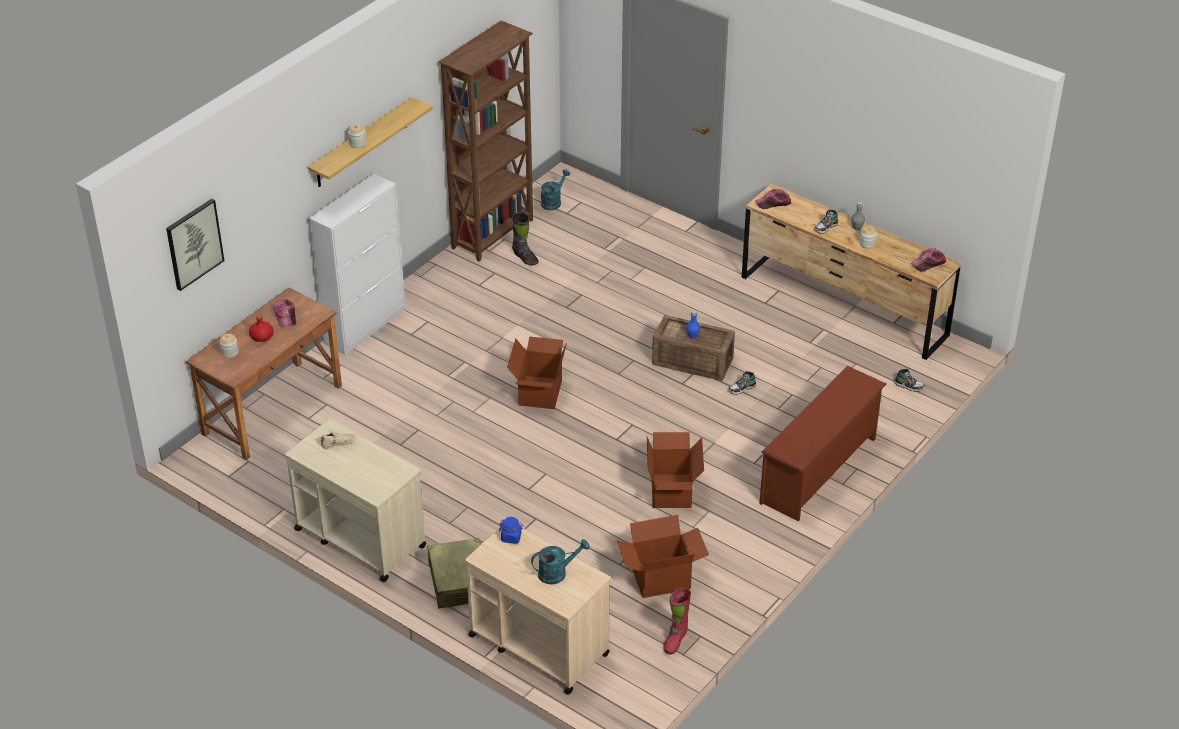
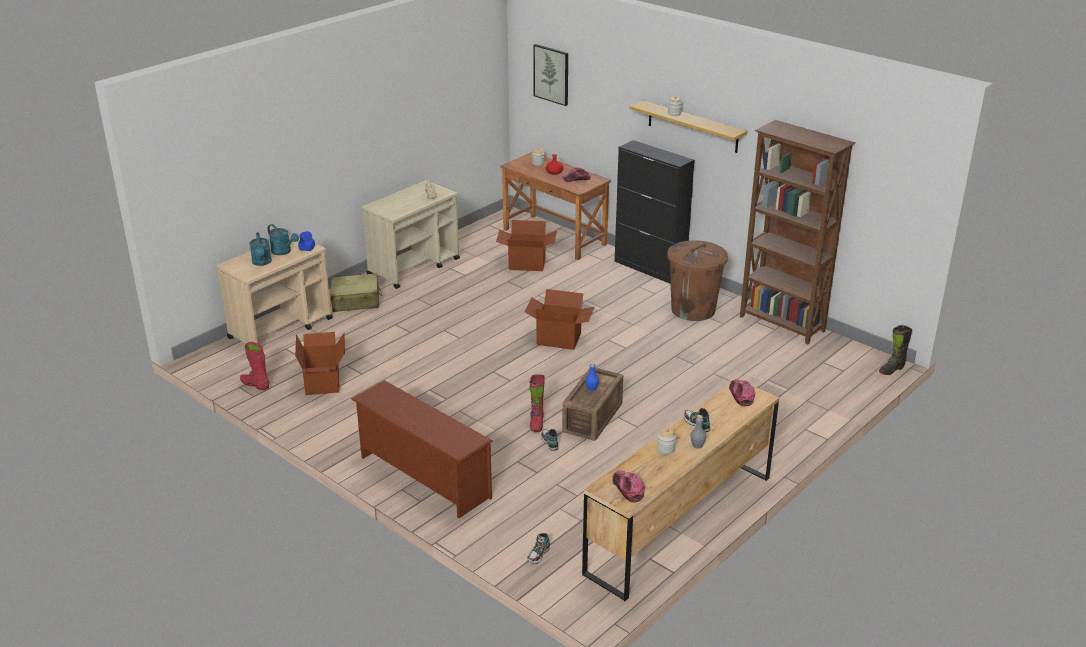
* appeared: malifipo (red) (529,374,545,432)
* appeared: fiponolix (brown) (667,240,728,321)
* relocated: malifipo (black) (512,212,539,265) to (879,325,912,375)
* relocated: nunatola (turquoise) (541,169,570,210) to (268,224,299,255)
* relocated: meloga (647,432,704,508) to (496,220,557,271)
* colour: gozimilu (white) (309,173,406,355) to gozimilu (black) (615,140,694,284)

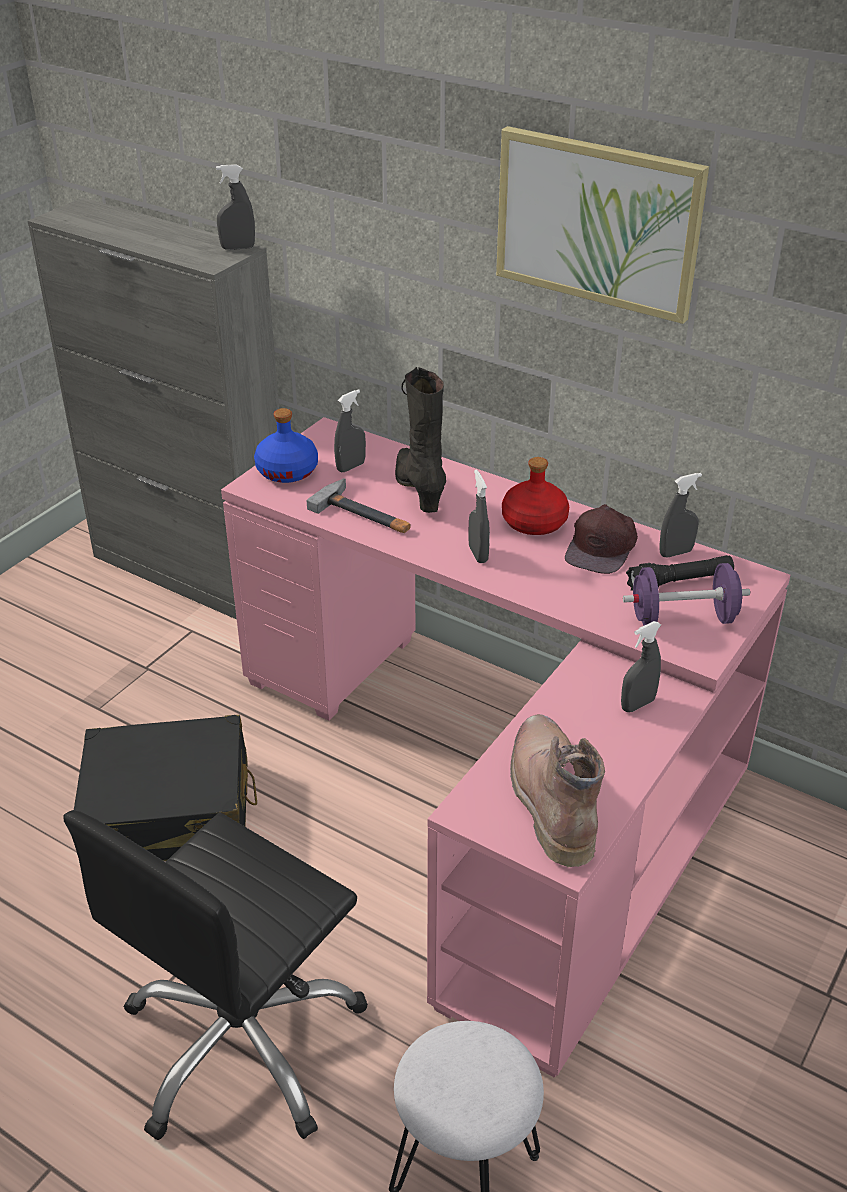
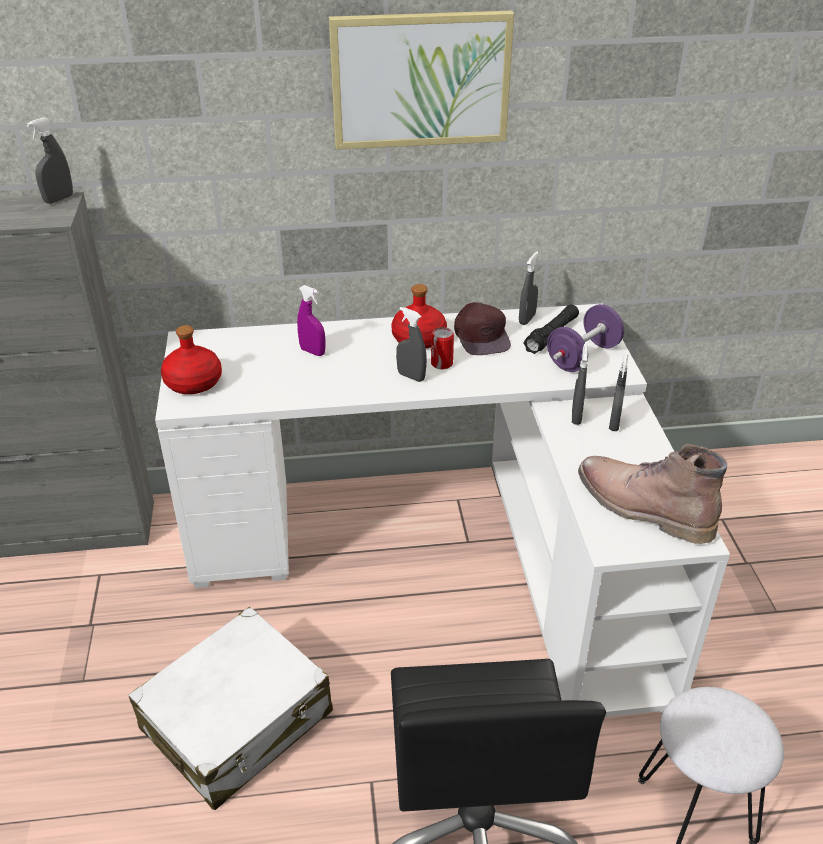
* missing: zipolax (307,478,411,533)
* appeared: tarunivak (431,327,454,369)
* relocated: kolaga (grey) (334,389,366,472) to (572,344,588,425)
* exchanged: malifipo (black) (395,367,446,513) to kolaga (purple) (297,285,325,356)
* colour: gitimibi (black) (74,715,257,861) to gitimibi (white) (128,607,333,810)
* colour: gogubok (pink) (221,417,790,1078) to gogubok (white) (155,304,730,717)
* colour: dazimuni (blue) (254,408,318,483) to dazimuni (red) (161,325,222,394)

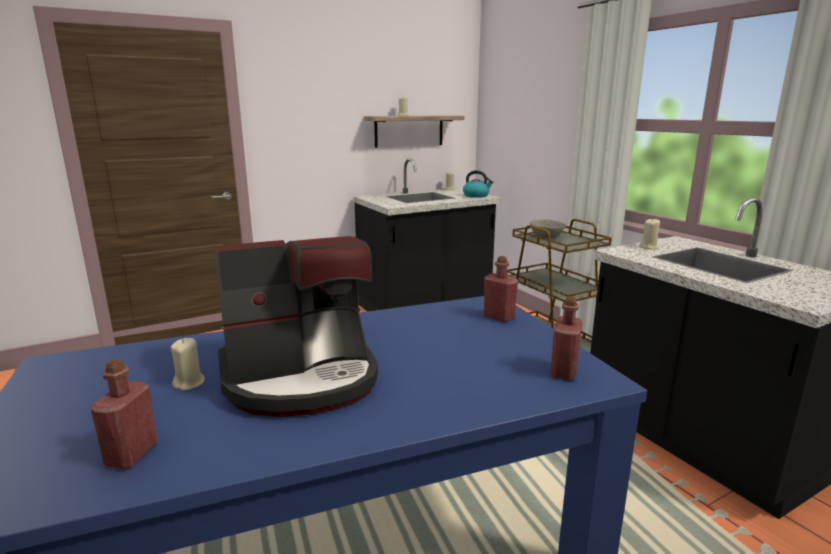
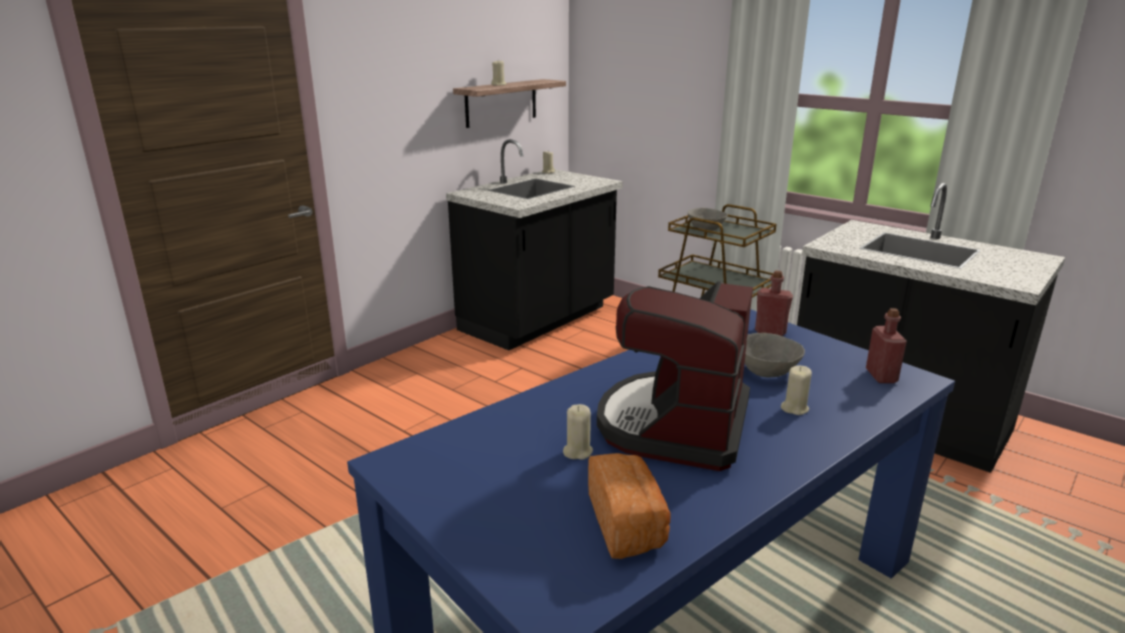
* missing: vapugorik (463,170,493,198)
* appeared: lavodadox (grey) (744,333,805,377)
* relocated: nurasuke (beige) (639,218,660,249) to (781,365,812,415)
* exchanged: dazimuni (red) (90,359,158,469) to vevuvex (588,453,671,559)
* spun: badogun (214,236,378,417) = (597,281,753,471) 150 degrees clockwise

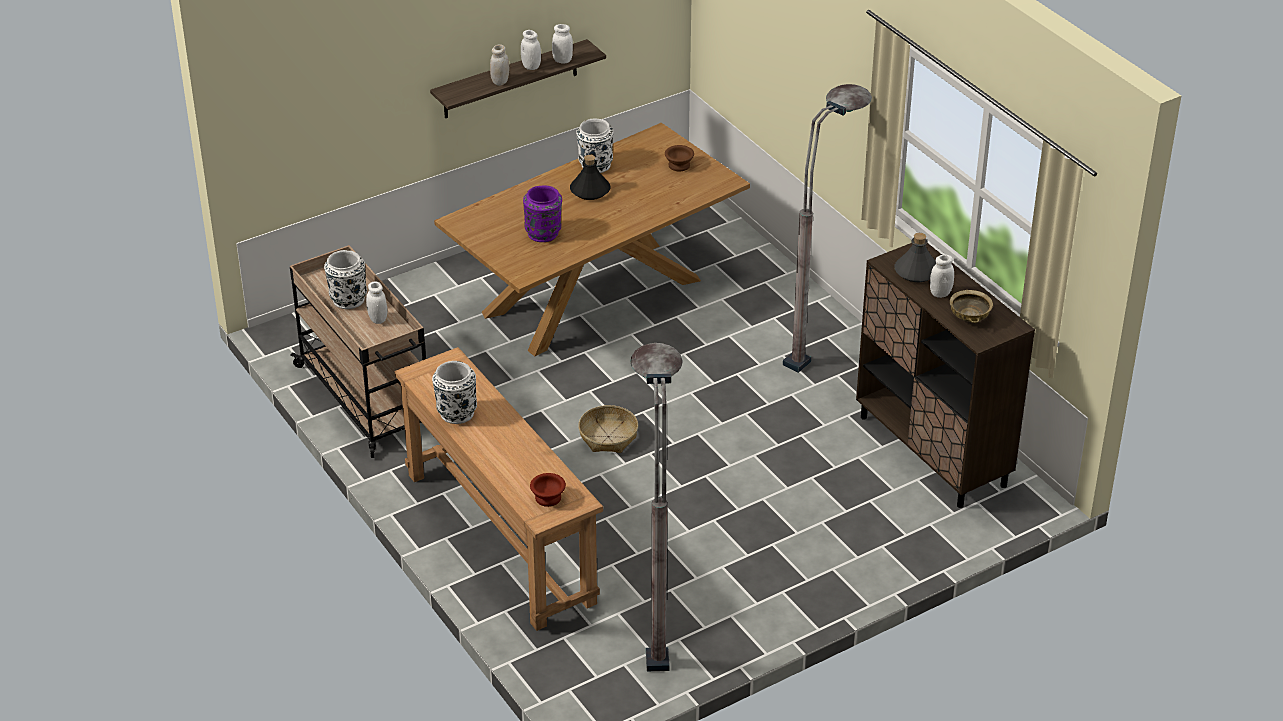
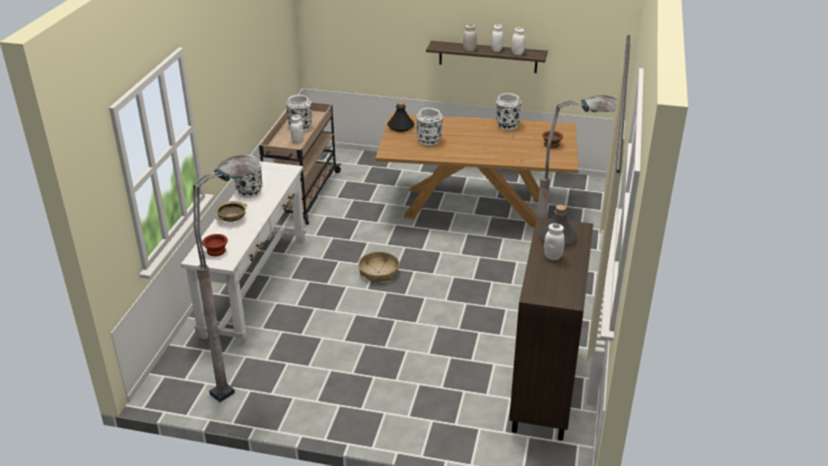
* relocated: dazimuni (black) (570,155,610,200) to (387,101,414,132)
* relocated: lavodadox (beige) (950,290,993,323) to (216,201,247,222)
* colour: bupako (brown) (394,347,603,631) to bupako (white) (181,161,306,345)
* colour: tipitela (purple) (523,185,562,242) to tipitela (white) (417,108,443,146)

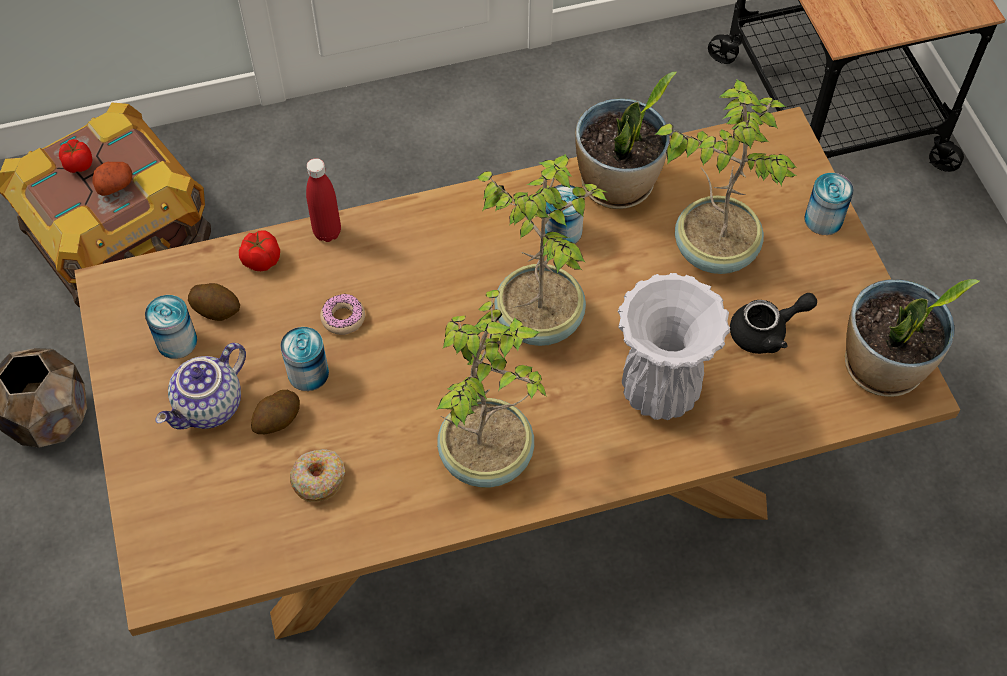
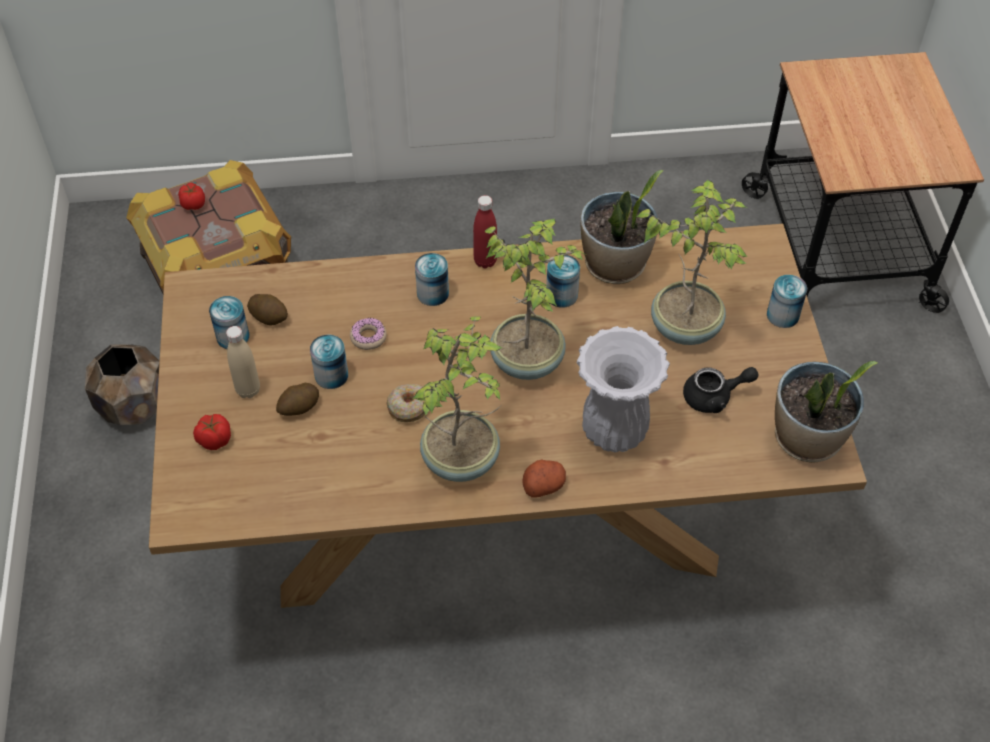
* appeared: tarunivak (415,253,449,306)
* relocated: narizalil (92,162,132,196) to (522,460,566,498)
* relocated: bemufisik (239,230,280,271) to (193,414,231,450)
* relocated: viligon (290,449,345,502) to (386,384,425,422)
* relocated: dazimuni (red) (306,158,341,242) to (473,195,497,268)
* exchanged: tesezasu (155,343,246,430) to dazimuni (beige) (226,326,260,398)

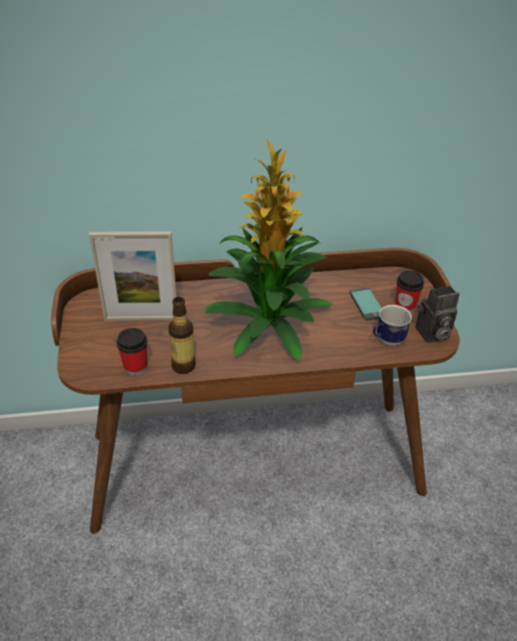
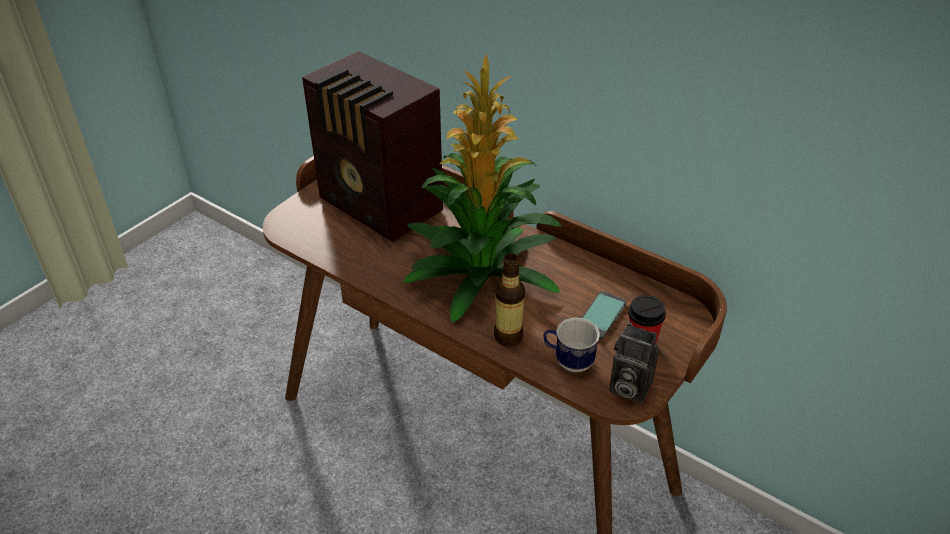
* missing: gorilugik (117,328,147,375)
* relocated: dazimuni (169,297,196,374) to (494,253,525,346)
* exchanged: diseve (89,231,177,321) to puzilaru (302,51,443,242)

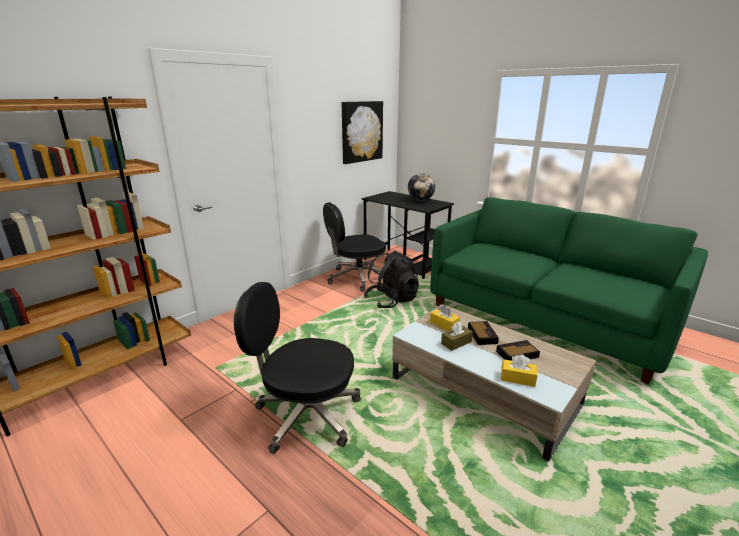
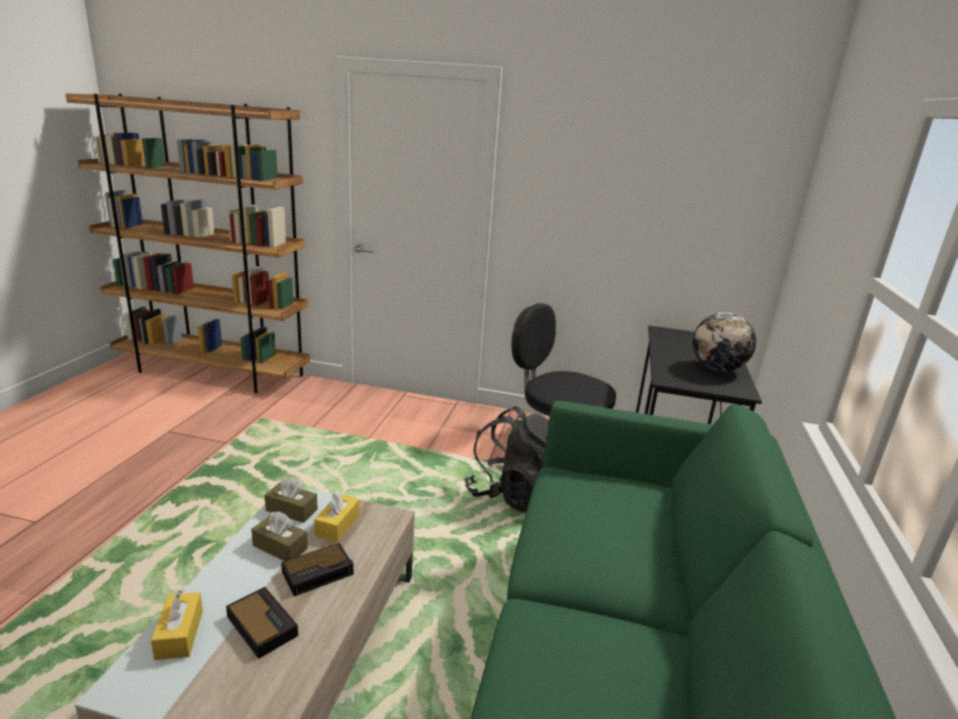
* missing: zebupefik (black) (234,282,361,454)
* missing: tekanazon (342,101,383,164)
* appeared: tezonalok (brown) (265,477,318,523)

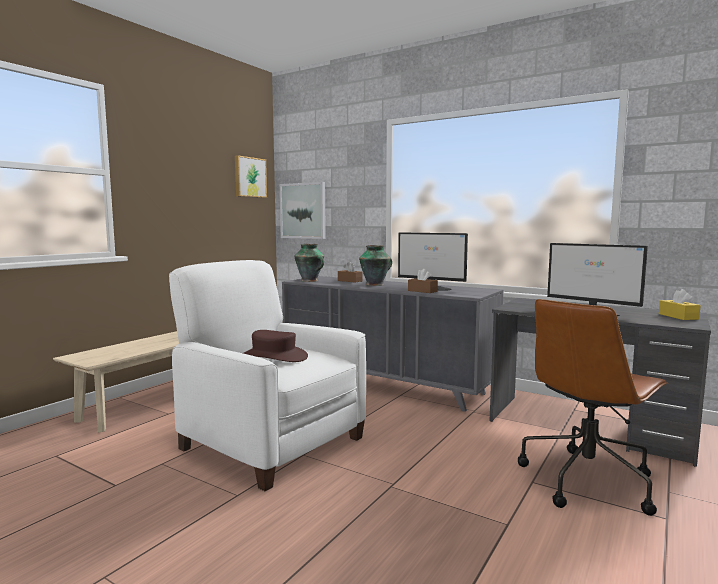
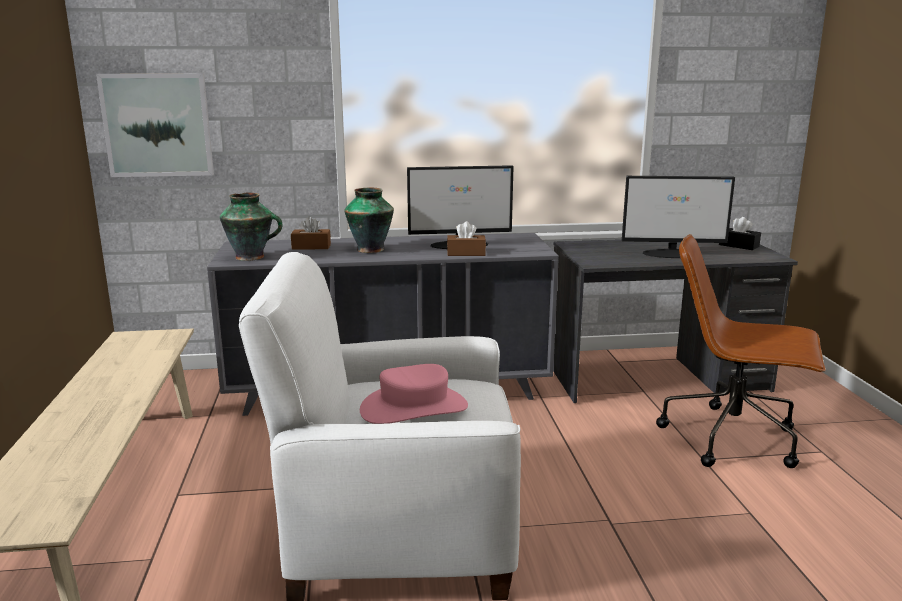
* missing: tekanazon (235,155,267,198)
* colour: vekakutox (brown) (243,330,308,362) to vekakutox (pink) (360,364,468,424)
* colour: tezonalok (yellow) (659,289,701,320) to tezonalok (black) (719,217,761,250)
* spun: zebupefik (brown) (518,299,668,516) = (656,234,826,468) 105 degrees clockwise

